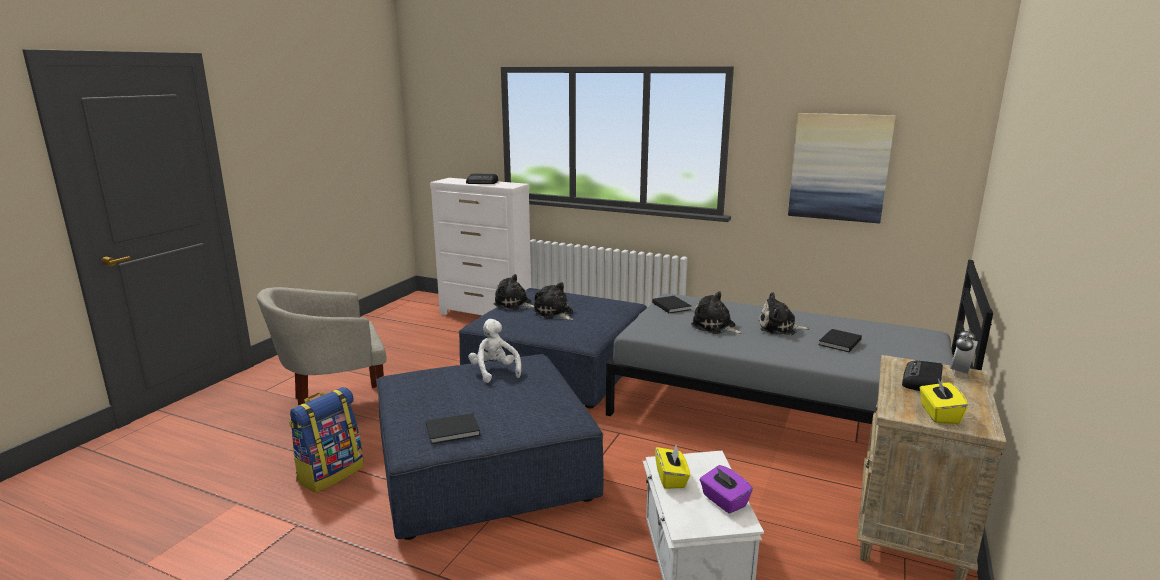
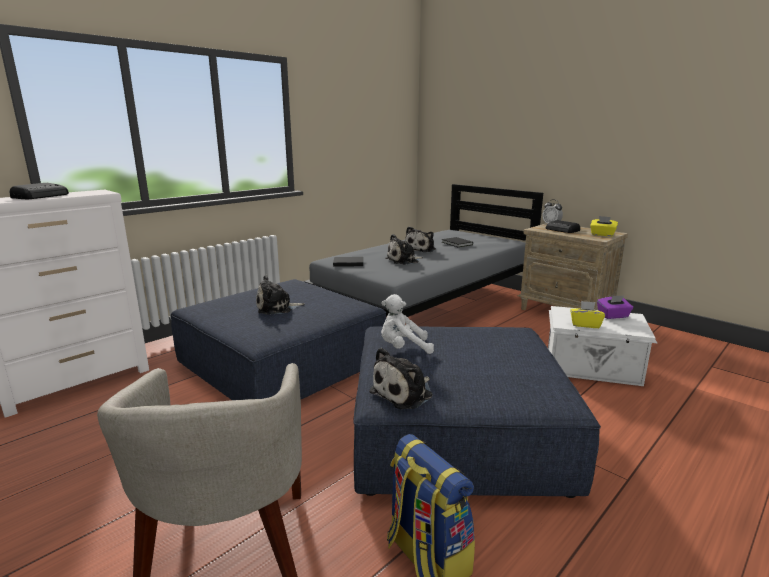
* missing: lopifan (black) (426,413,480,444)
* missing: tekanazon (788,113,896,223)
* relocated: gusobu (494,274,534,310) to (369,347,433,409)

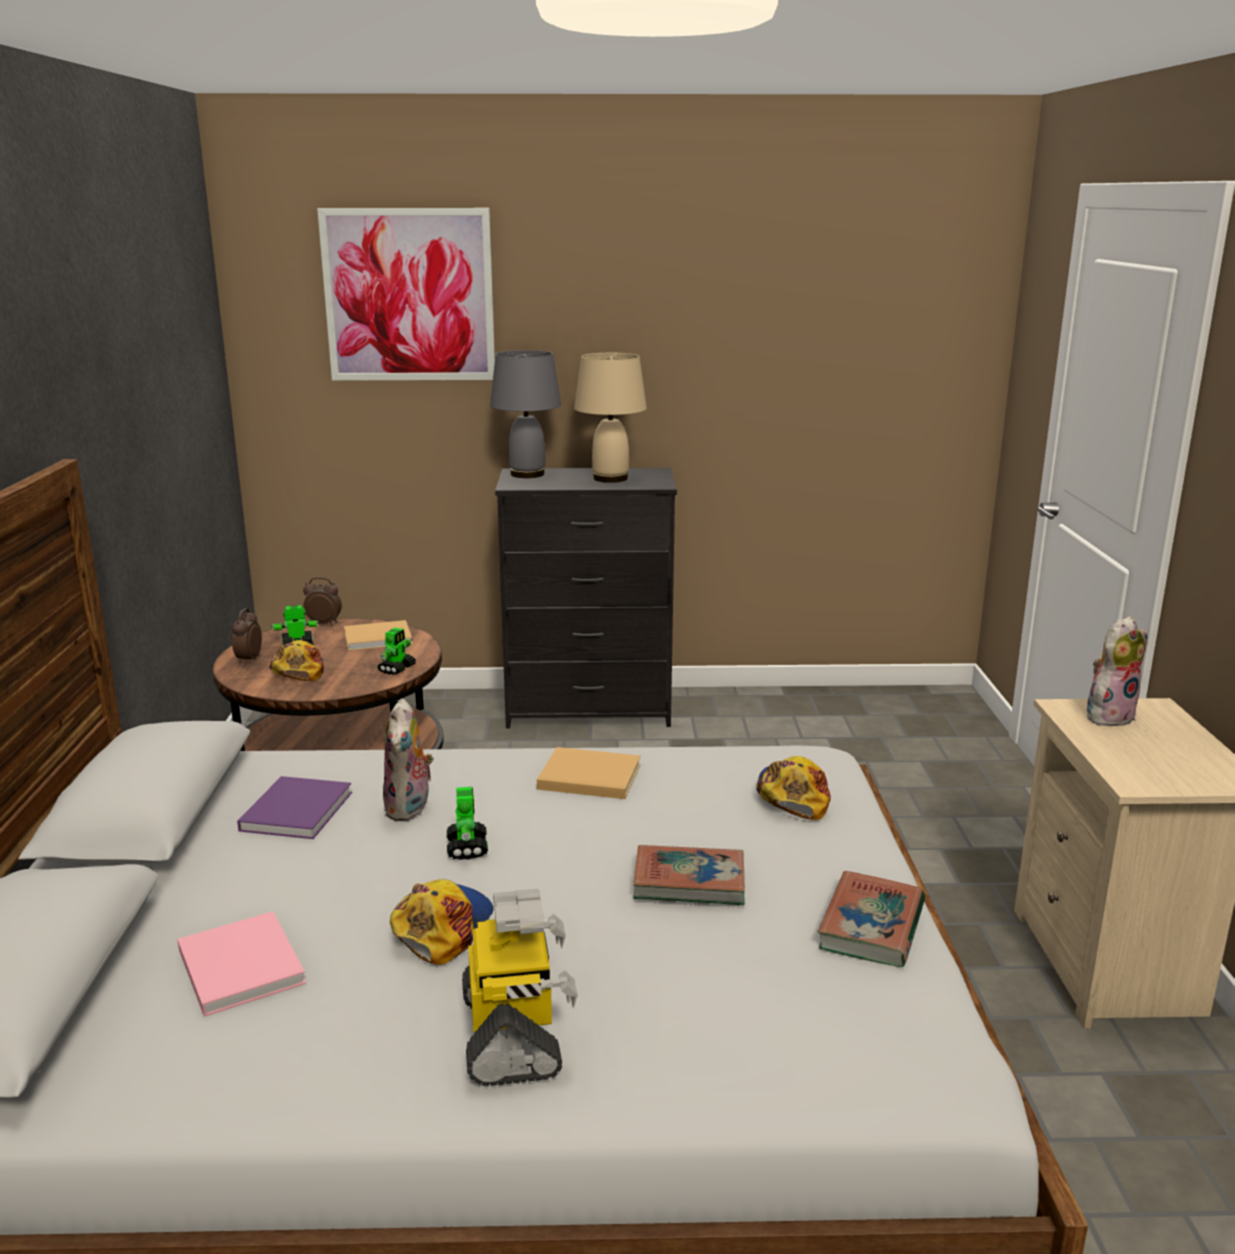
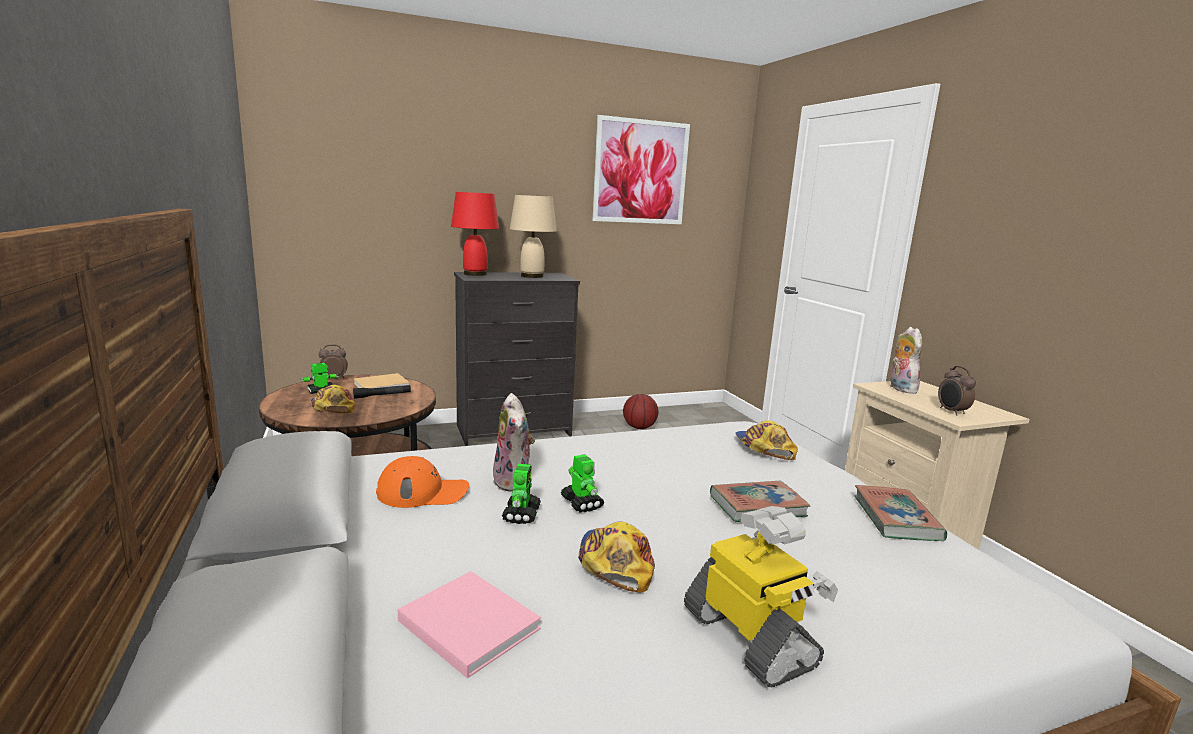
* missing: lopifan (beige) (537,747,641,799)
* appeared: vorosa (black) (353,385,411,399)
* appeared: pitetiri (623,394,658,429)
* relocated: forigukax (232,608,262,664) to (938,366,976,416)
* relocated: tekanazon (317,208,495,380) to (592,115,690,224)
* relocated: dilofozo (378,628,416,675) to (502,464,541,524)
* exchanged: lopifan (purple) (237,776,352,839) to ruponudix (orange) (376,456,469,508)
* colour: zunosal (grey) (490,350,561,478) to zunosal (red) (451,192,499,276)
* spun: gusobu (1087,616,1147,726) = (890,327,922,394) 45 degrees counterclockwise

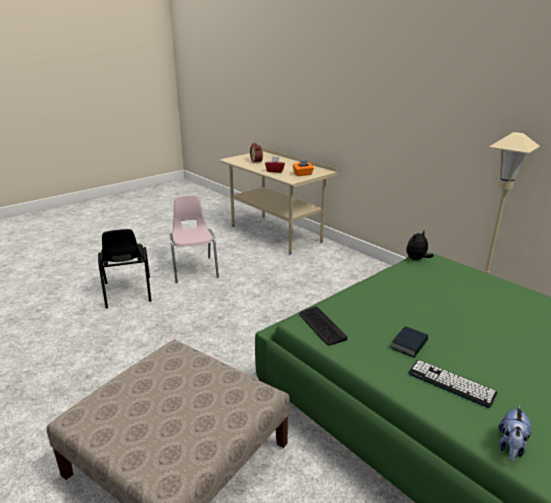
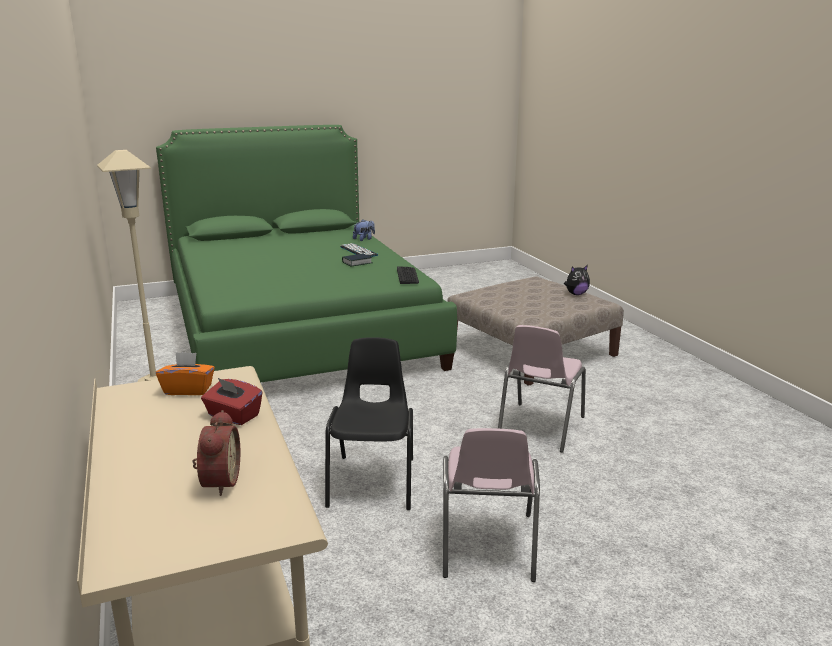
* appeared: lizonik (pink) (498,325,586,453)
* relocated: lizonik (black) (98,229,151,308) to (325,337,413,510)
* relocated: gusobu (406,231,434,260) to (564,265,590,295)

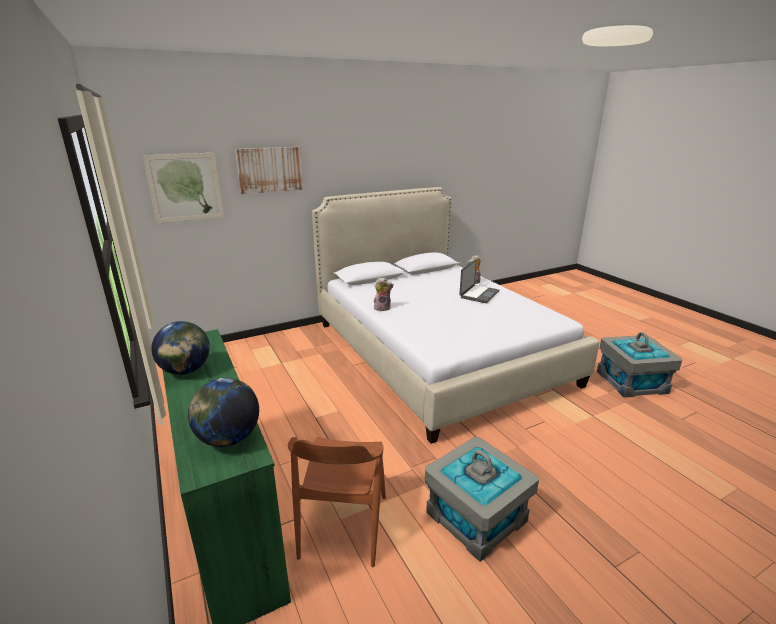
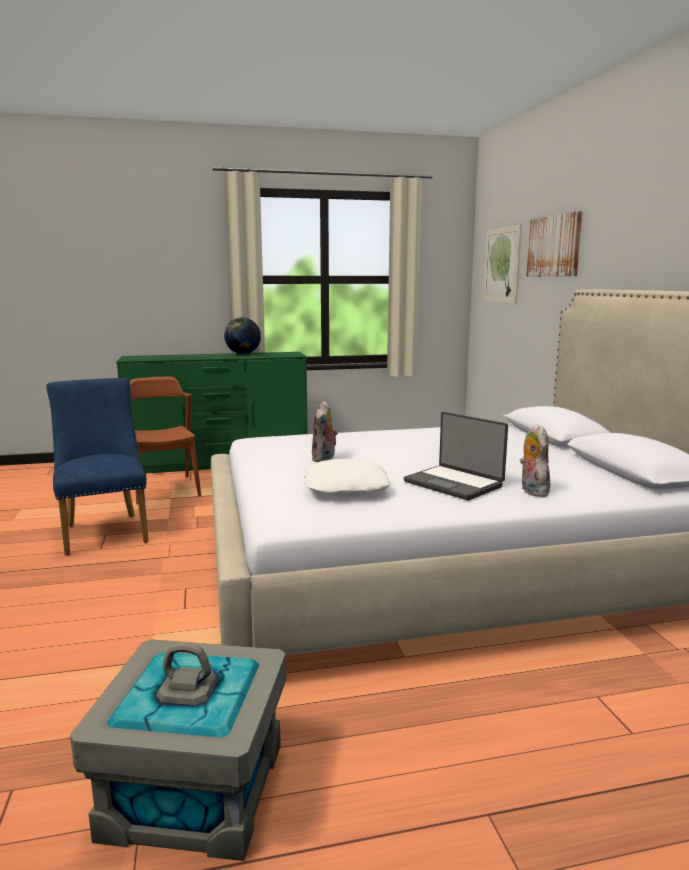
* missing: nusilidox (188,378,259,447)
* appeared: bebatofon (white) (304,459,391,497)
* relocated: gusobu (374,277,394,311) to (312,401,338,462)
* exchanged: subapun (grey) (425,437,539,562) to lizonik (blue) (46,378,148,555)
* spun: lizonik (brown) (288,437,386,567) = (130,376,201,505) 45 degrees clockwise

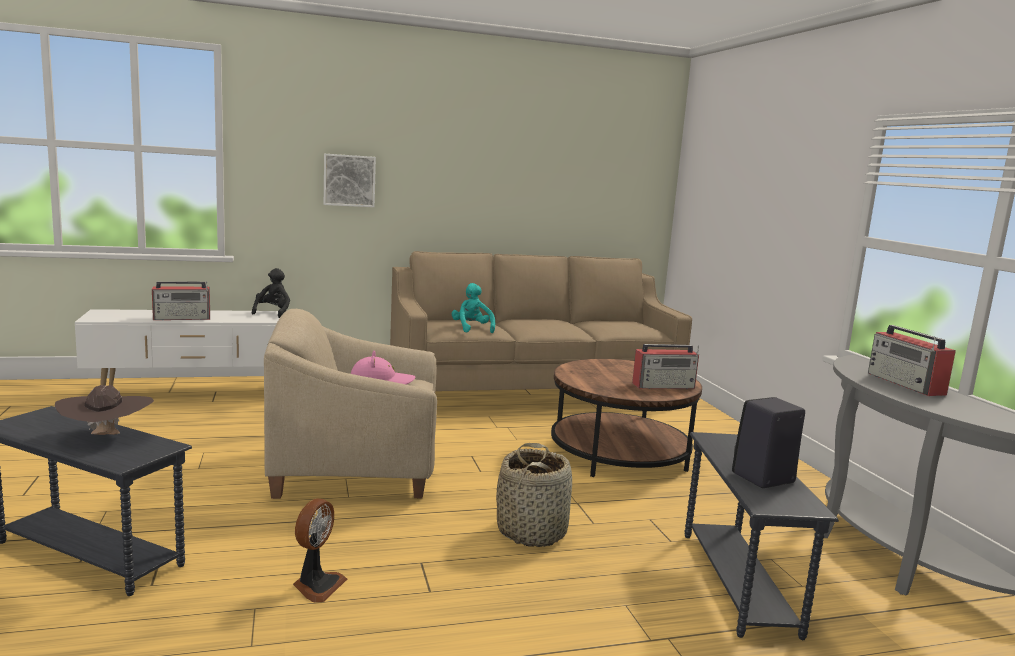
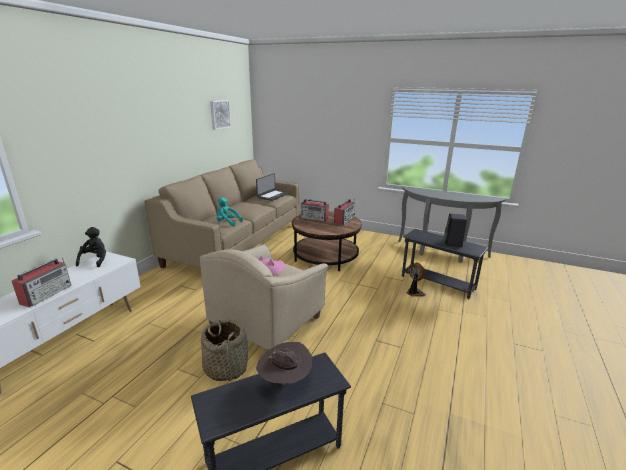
* appeared: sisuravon (256,173,289,201)
* relocated: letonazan (293,499,347,603) to (406,263,426,297)
* relocated: tekanazon (324,154,376,207) to (210,100,231,130)
* relocated: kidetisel (496,443,572,547) to (201,319,248,381)
* relocated: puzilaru (868,325,956,396) to (301,199,329,222)
* spun: gusobu (black) (252,268,290,318) = (76,227,106,267) 45 degrees clockwise

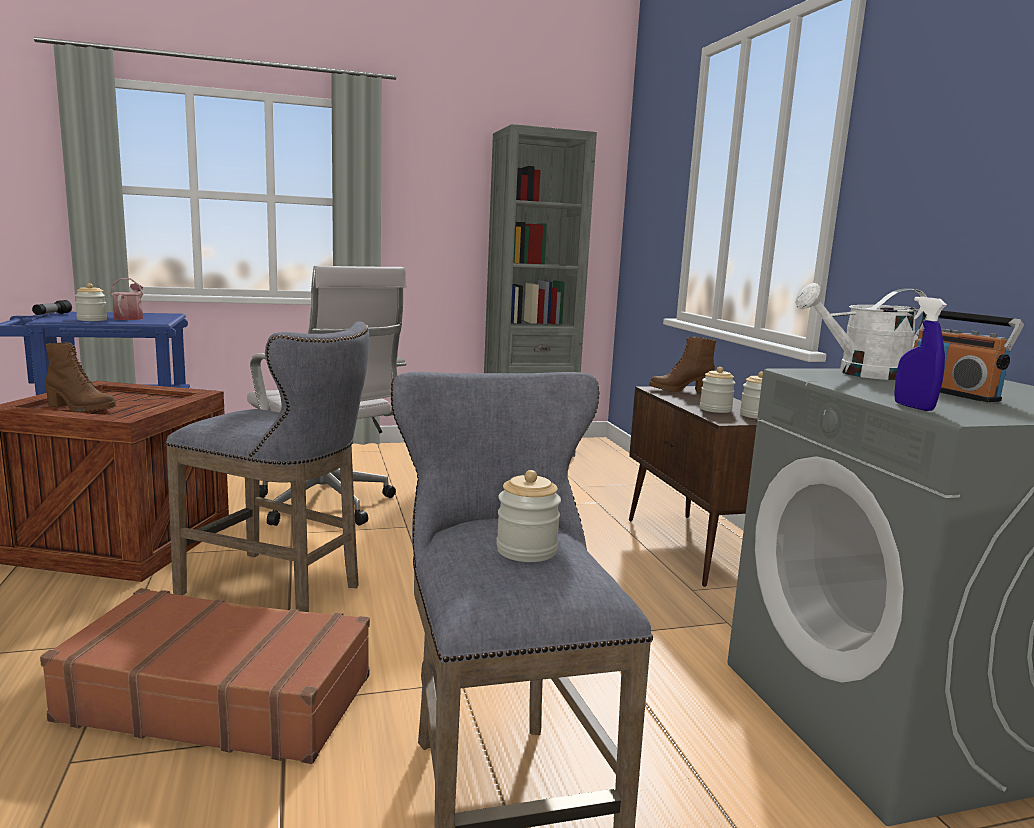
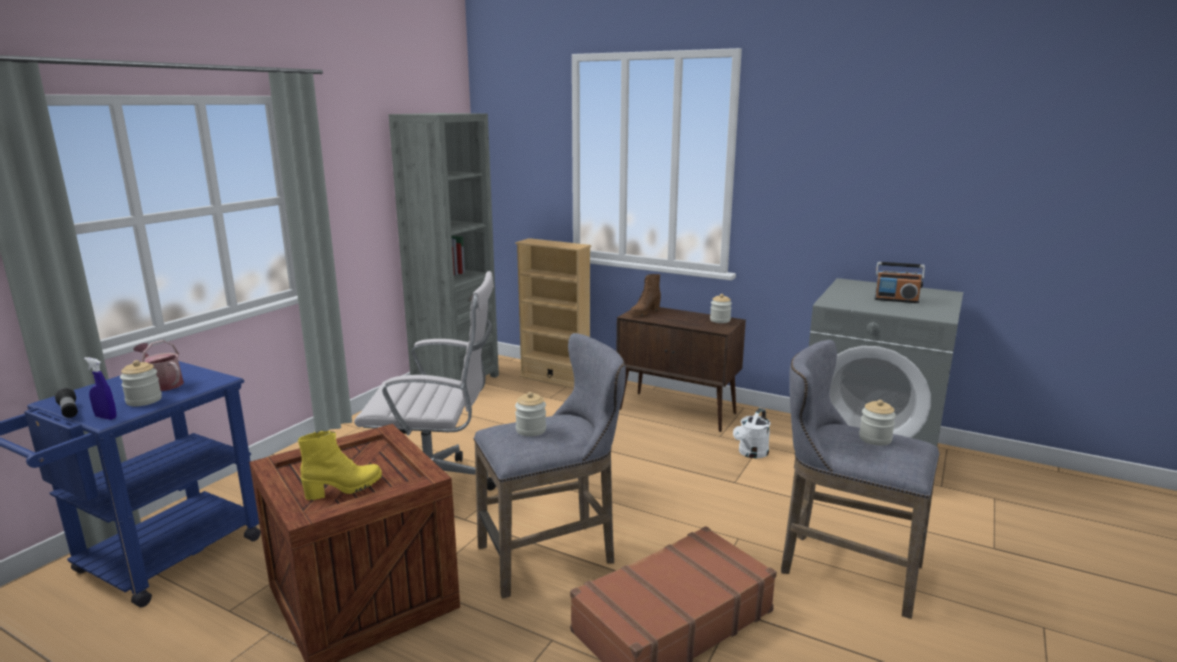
* appeared: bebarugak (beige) (515,238,591,389)
* relocated: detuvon (700,367,735,413) to (515,392,546,436)
* relocated: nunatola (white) (795,283,927,380) to (733,408,770,458)
* relocated: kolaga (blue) (894,296,947,411) to (84,357,116,420)
* colour: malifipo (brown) (46,342,116,412) to malifipo (yellow) (298,431,382,500)

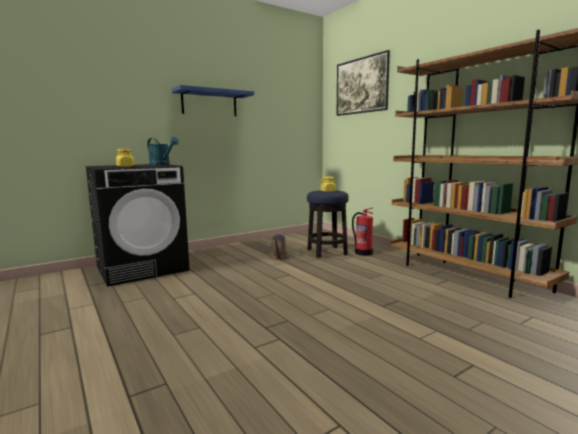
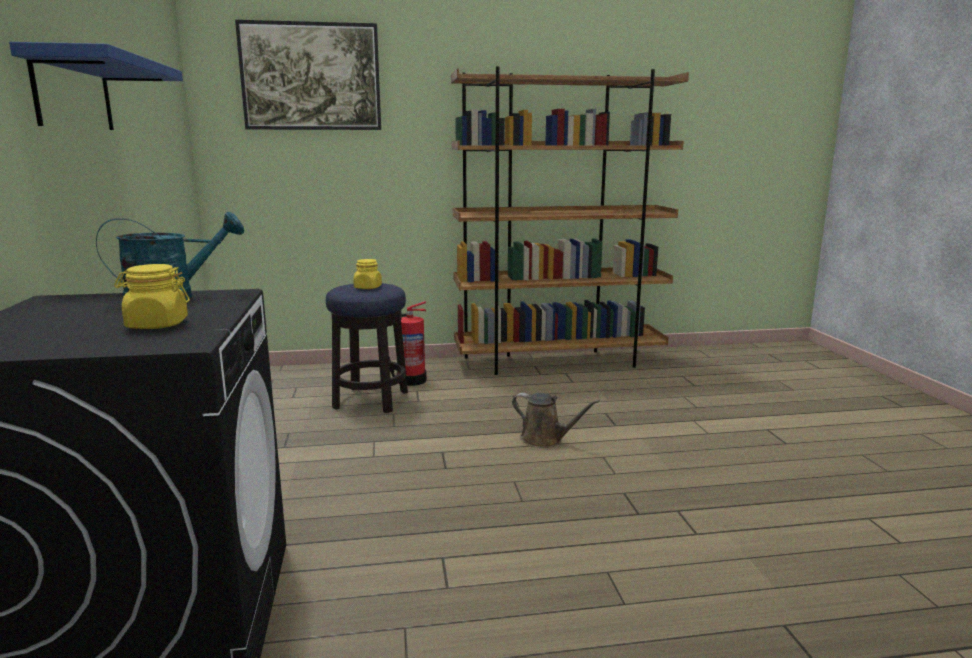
* relocated: nunatola (brown) (269,234,289,260) to (512,393,600,448)

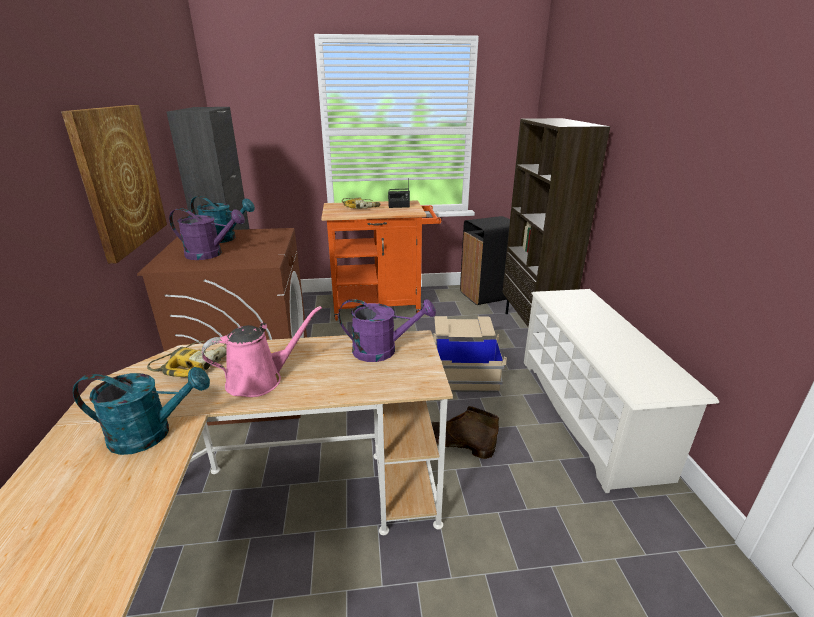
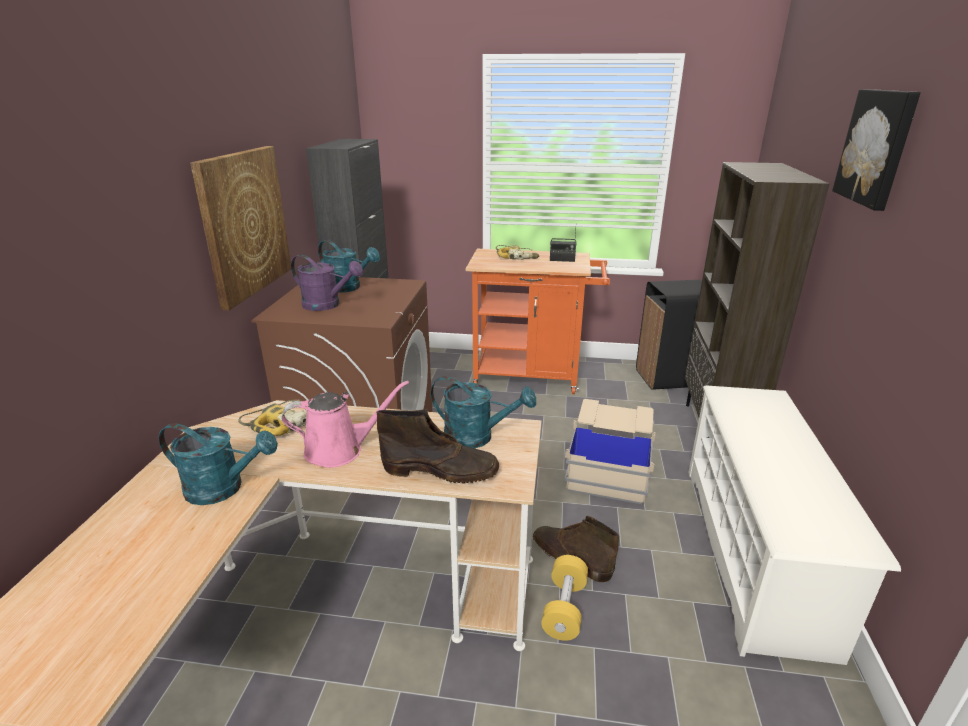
* appeared: malifipo (brown) (377,408,499,483)
* appeared: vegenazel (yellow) (541,555,588,641)
* appeared: tekanazon (832,89,921,211)
* colour: nunatola (purple) (339,299,436,362) to nunatola (turquoise) (430,376,536,448)

